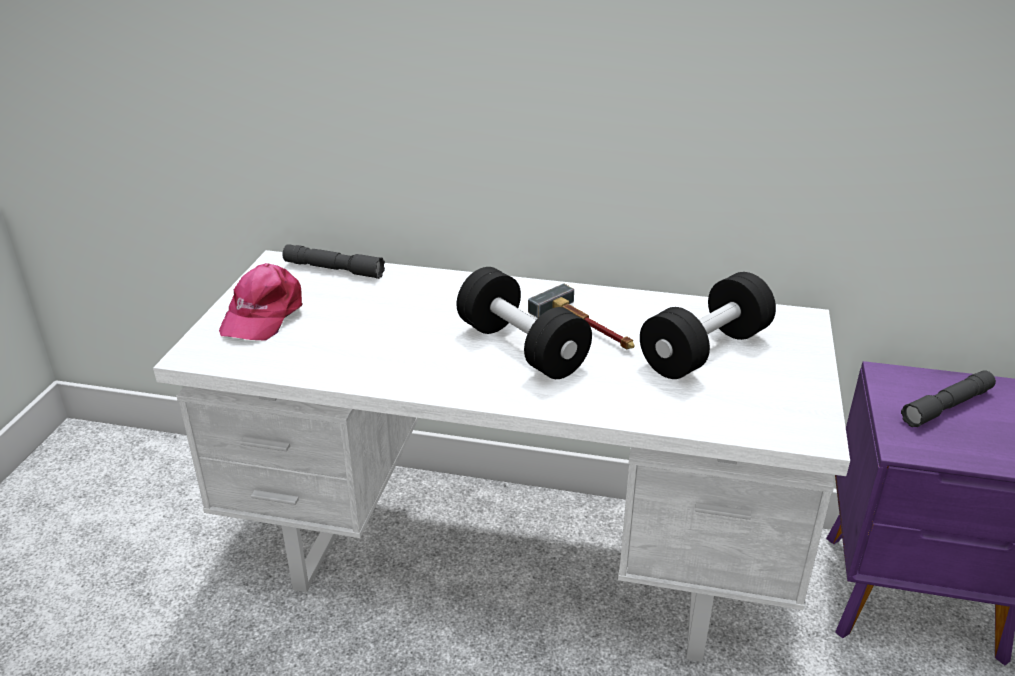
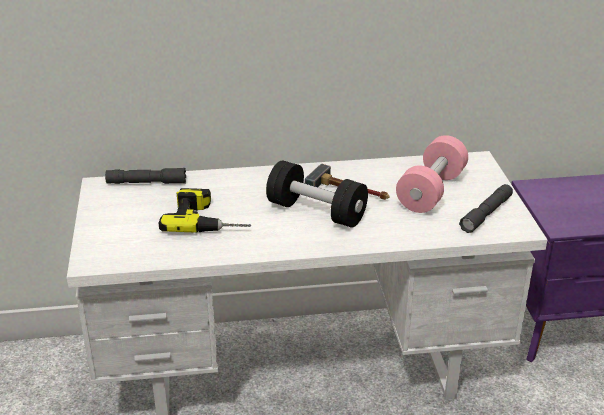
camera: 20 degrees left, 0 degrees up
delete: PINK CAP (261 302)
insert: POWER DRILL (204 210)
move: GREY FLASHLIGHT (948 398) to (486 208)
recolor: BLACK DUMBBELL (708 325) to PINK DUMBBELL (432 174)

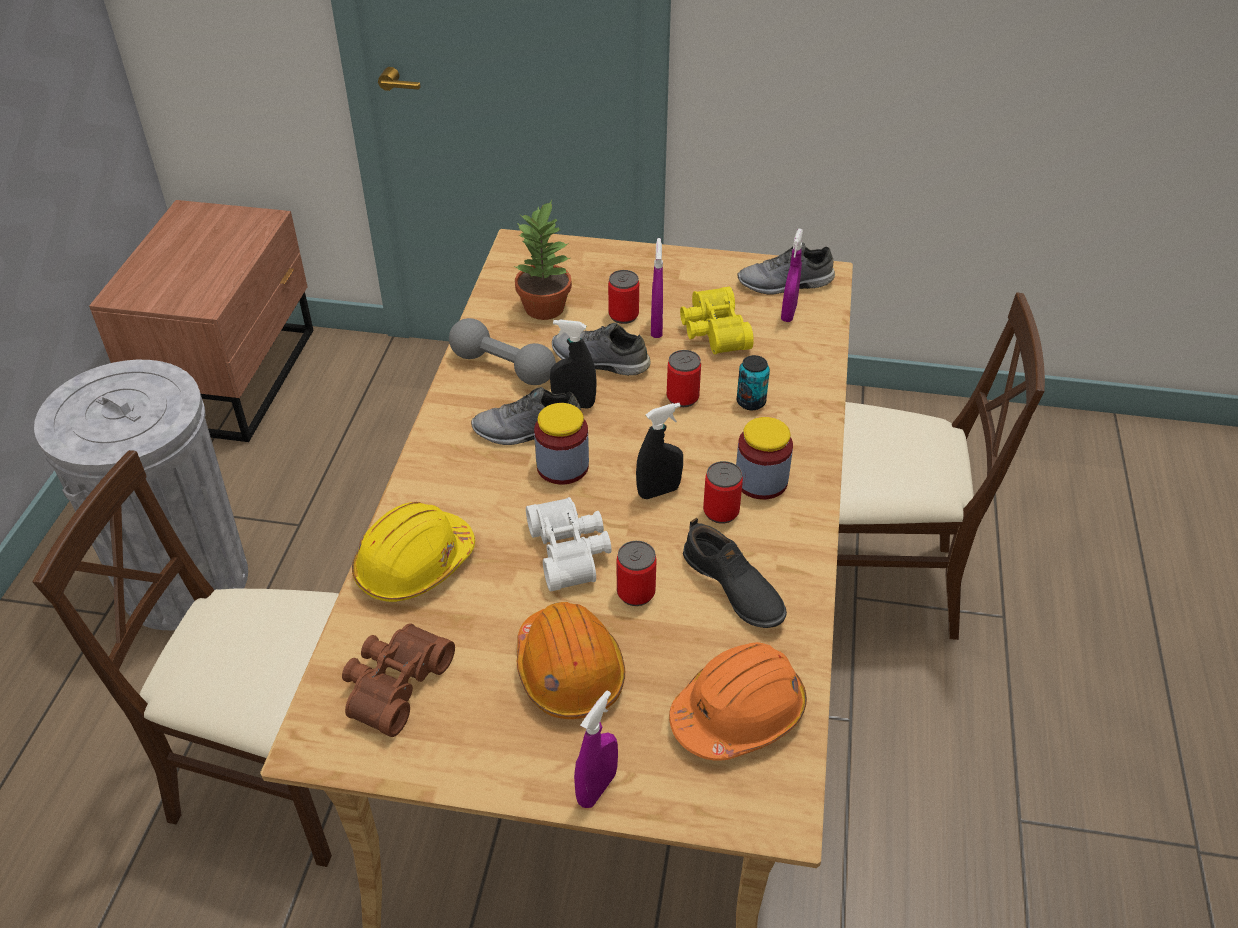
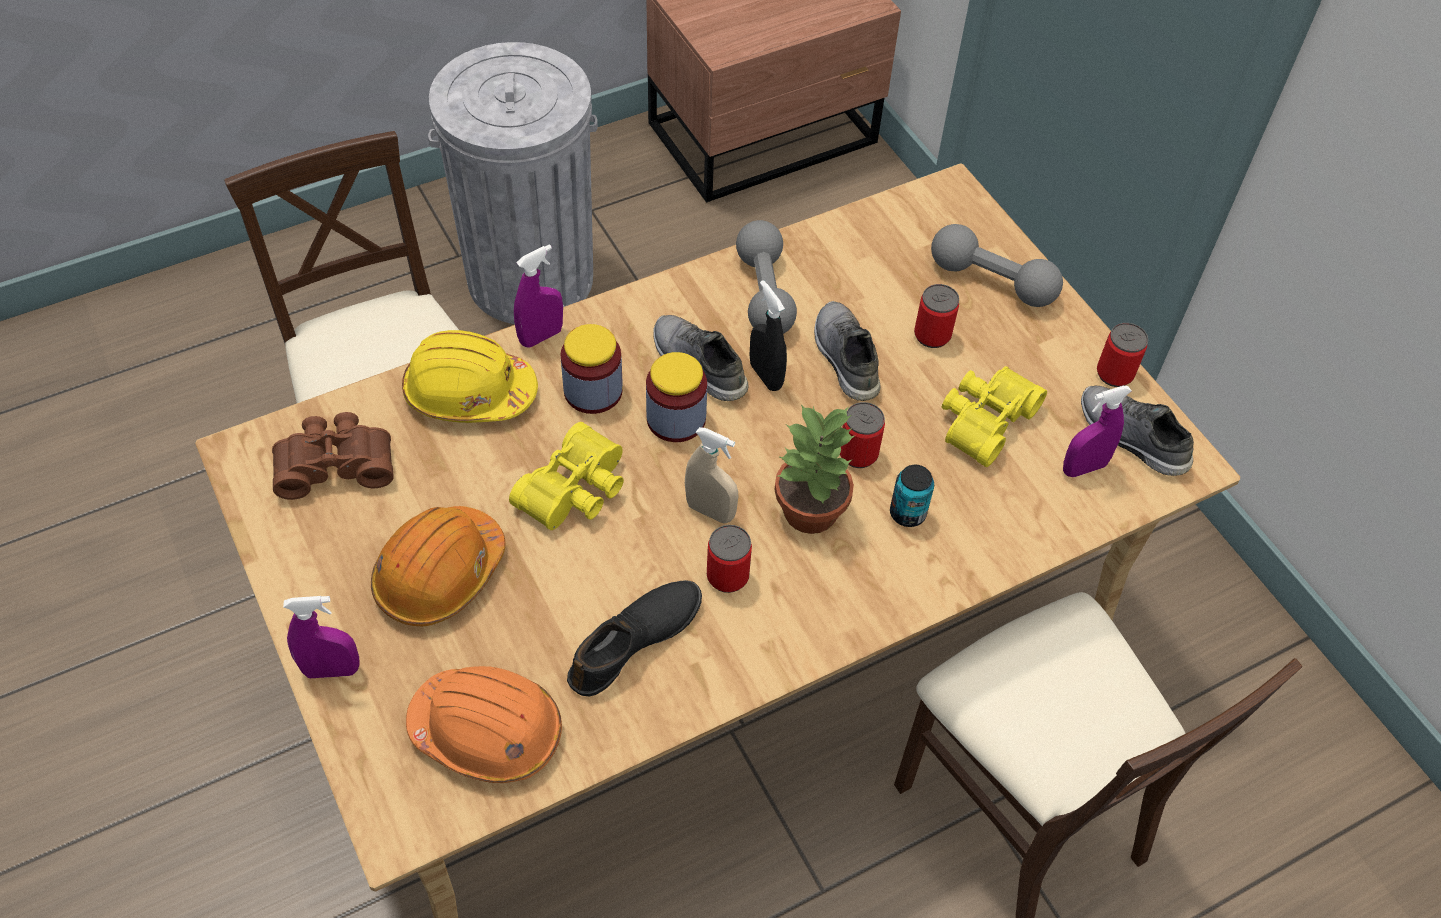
camera: 50 degrees right, 10 degrees up
insert: GREY DUMBBELL (997 265)
move: POTTED PLANT (542 260) to (815 469); CAN (637 573) to (1122 355); PURPLE SPRAY BOTTLE (657 288) to (538 296); JAR (764 458) to (591 369)
recolor: WHITE BINOCULARS (569 544) to YELLOW BINOCULARS (566 476); BLACK SPRAY BOTTLE (659 451) to BEIGE SPRAY BOTTLE (711 475)
rotate: BLACK SHOE (735 573) = (634 638) 150 degrees counterclockwise

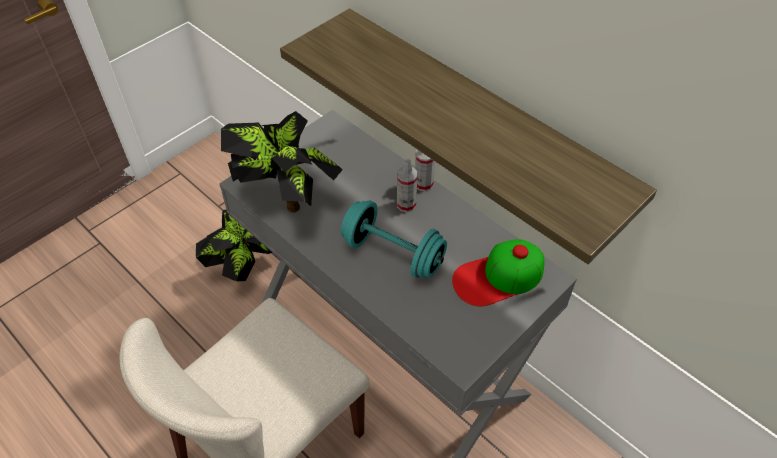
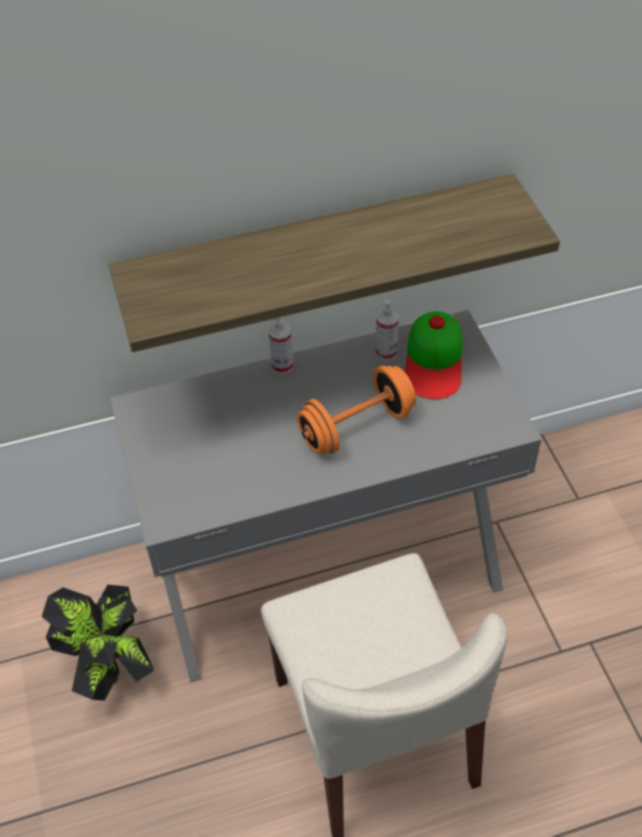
camera: 60 degrees left, 0 degrees up
delete: POTTED PLANT (282 162)
move: SPRAY BOTTLE (407 185) to (387 330)
recolor: TURQUOISE DUMBBELL (394 239) to ORANGE DUMBBELL (356 409)

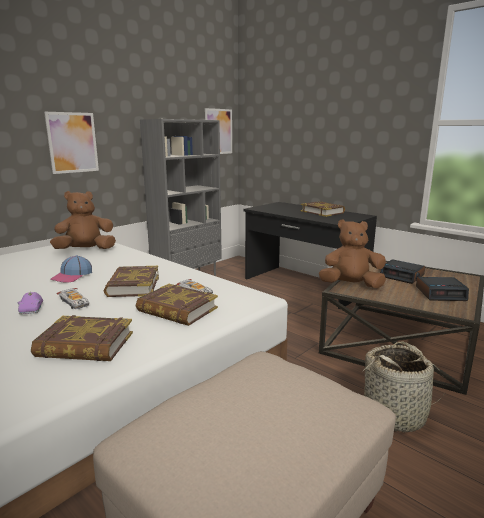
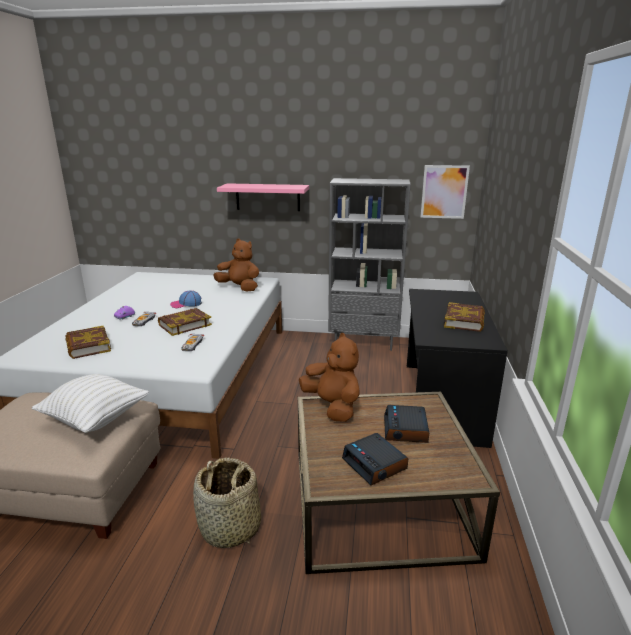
camera: 55 degrees right, 5 degrees up
delete: BOOK (177 305)
insert: WHITE PILLOW (90 403)
replace: PICTURE (71 143) to PINK SHELF (263 197)

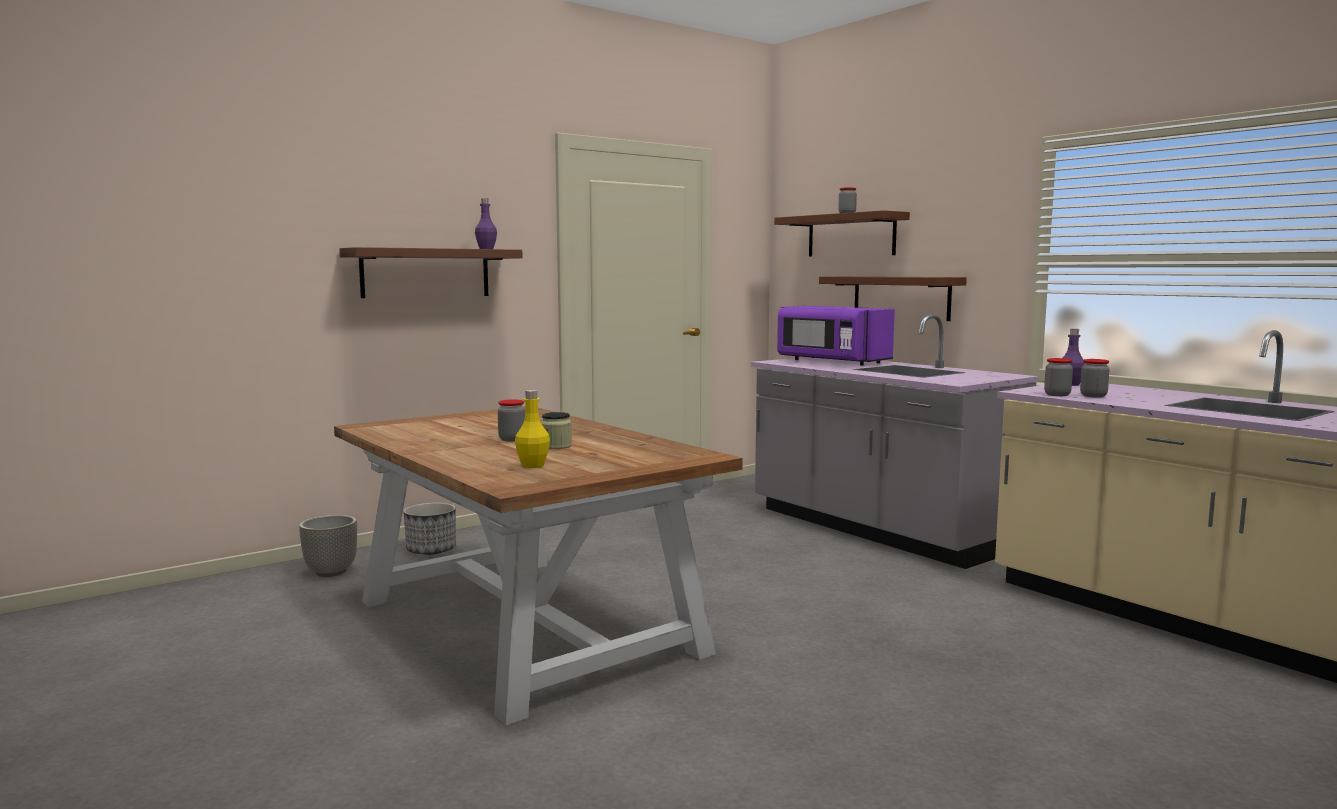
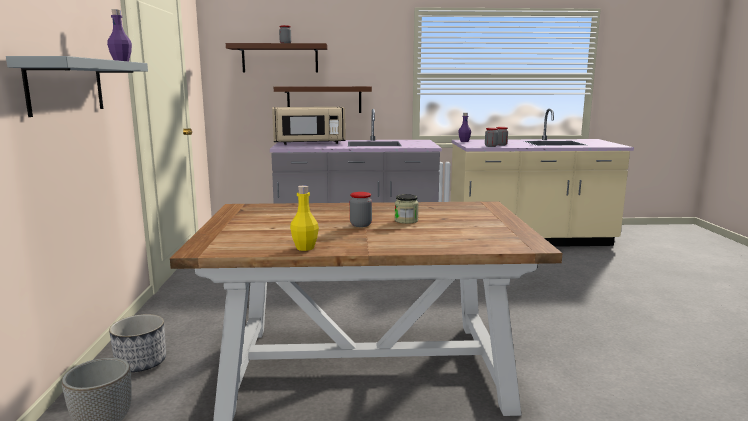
camera: 55 degrees left, 5 degrees up
move: YELLOW BOTTLE (532 429) to (304 218)
recolor: BROWN SHELF (431 272) to GREY SHELF (77 86); PURPLE MICROWAVE (836 336) to BEIGE MICROWAVE (309 126)

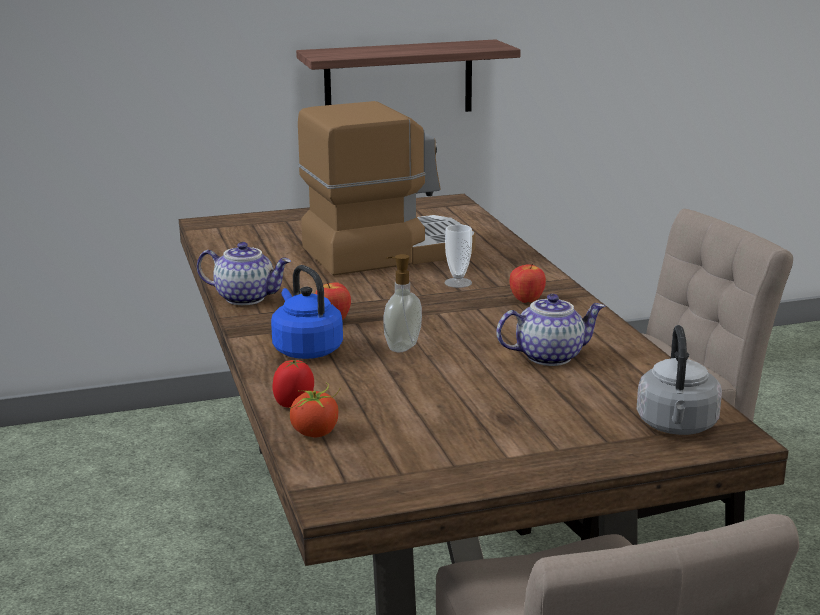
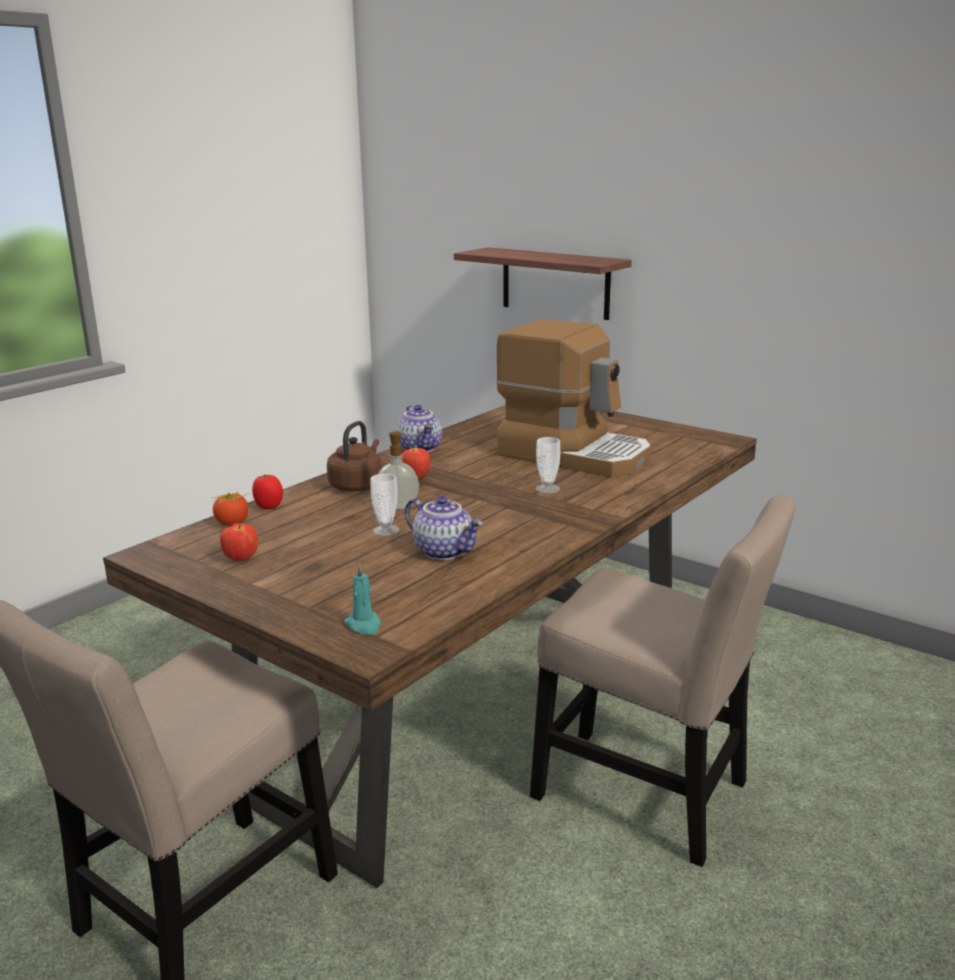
camera: 55 degrees right, 0 degrees up
insert: CUP (385 504)
move: SHELF (408 75) to (543 283); APPLE (528 283) to (239 542)
replace: GREY KETTLE (679 380) to TURQUOISE CANDLE (362 598)
recolor: BLUE KETTLE (307 312) to BROWN KETTLE (354 456)

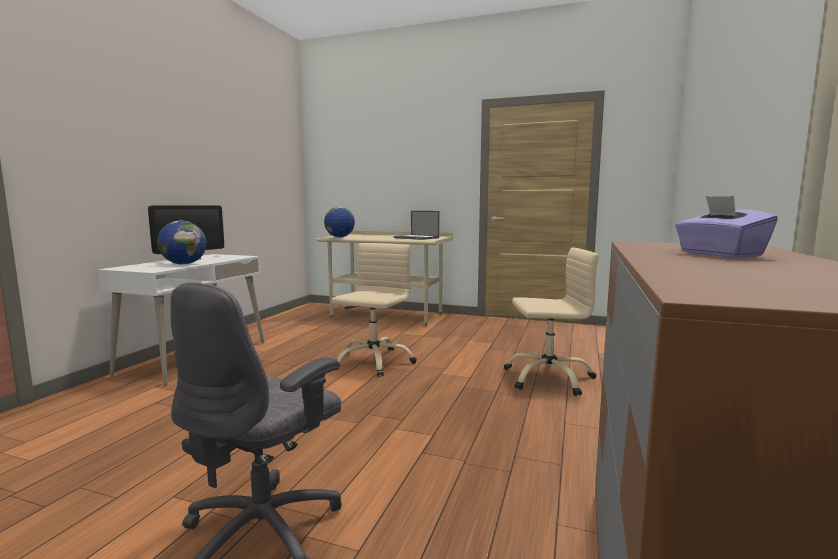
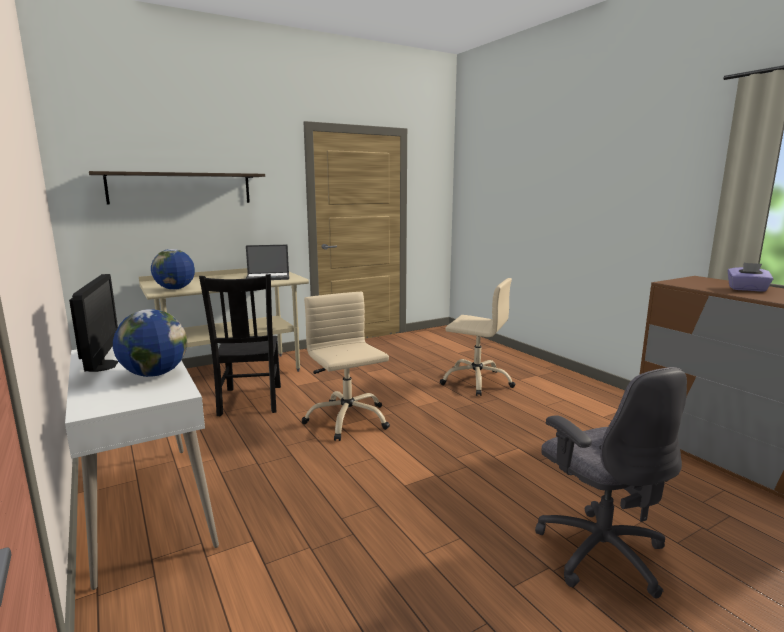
camera: 50 degrees left, 5 degrees up
insert: SHELF (177 188); BLACK CHAIR (240 345)
rotate: BEIGE OFFICE CHAIR (551 321) = (477 337) 75 degrees clockwise

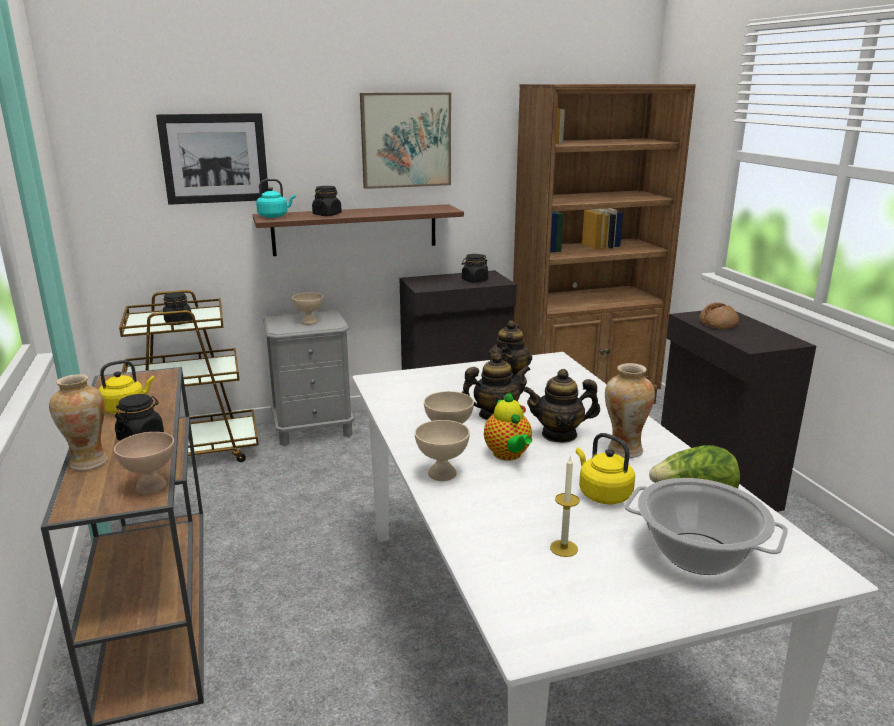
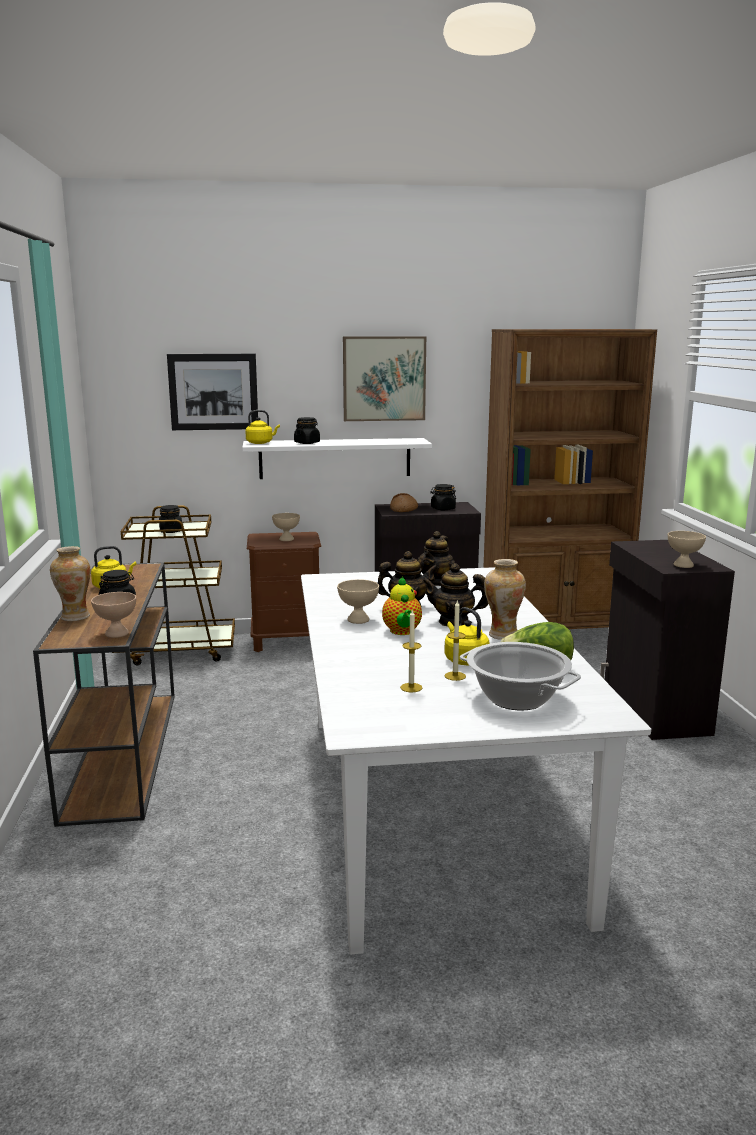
camera: 10 degrees right, 5 degrees down
insert: CANDLE (455 640)
move: BEIGE BOWL (442 450) to (687 549); BREAD (719 316) to (404 502)
recolor: BROWN SHELF (358 230) to WHITE SHELF (337 458); TURQUOISE KETTLE (276 198) to YELLOW KETTLE (263 427); GREY NIGHTSTAND (308 378) to BROWN NIGHTSTAND (284 592)

